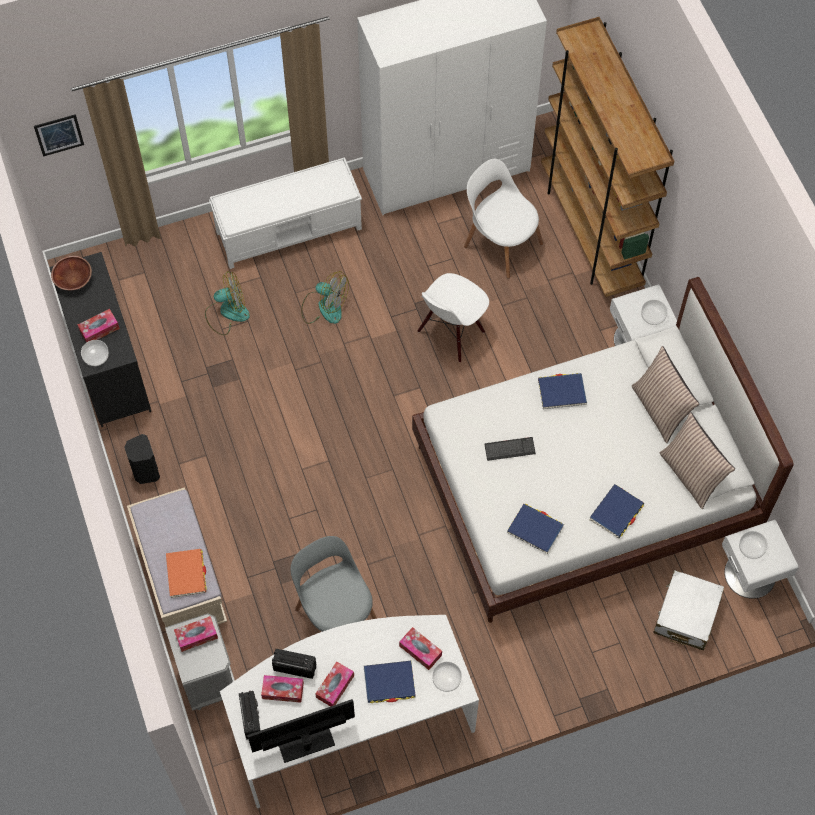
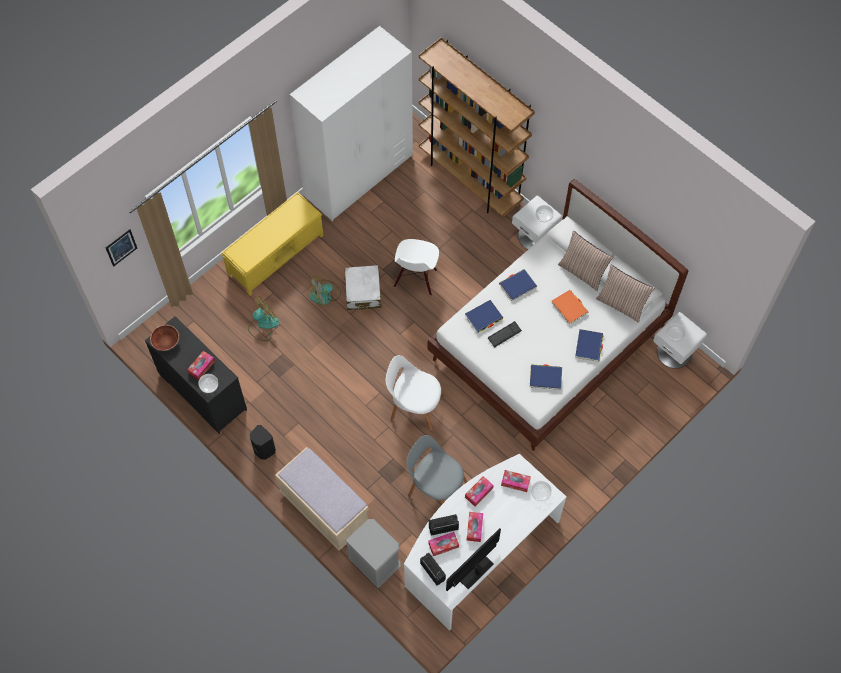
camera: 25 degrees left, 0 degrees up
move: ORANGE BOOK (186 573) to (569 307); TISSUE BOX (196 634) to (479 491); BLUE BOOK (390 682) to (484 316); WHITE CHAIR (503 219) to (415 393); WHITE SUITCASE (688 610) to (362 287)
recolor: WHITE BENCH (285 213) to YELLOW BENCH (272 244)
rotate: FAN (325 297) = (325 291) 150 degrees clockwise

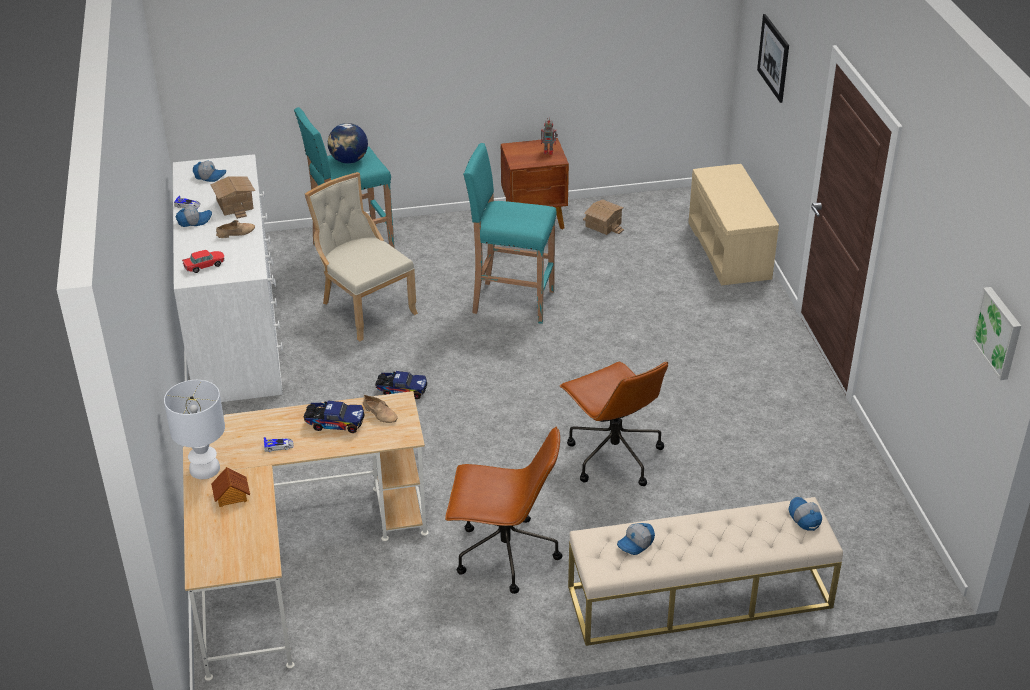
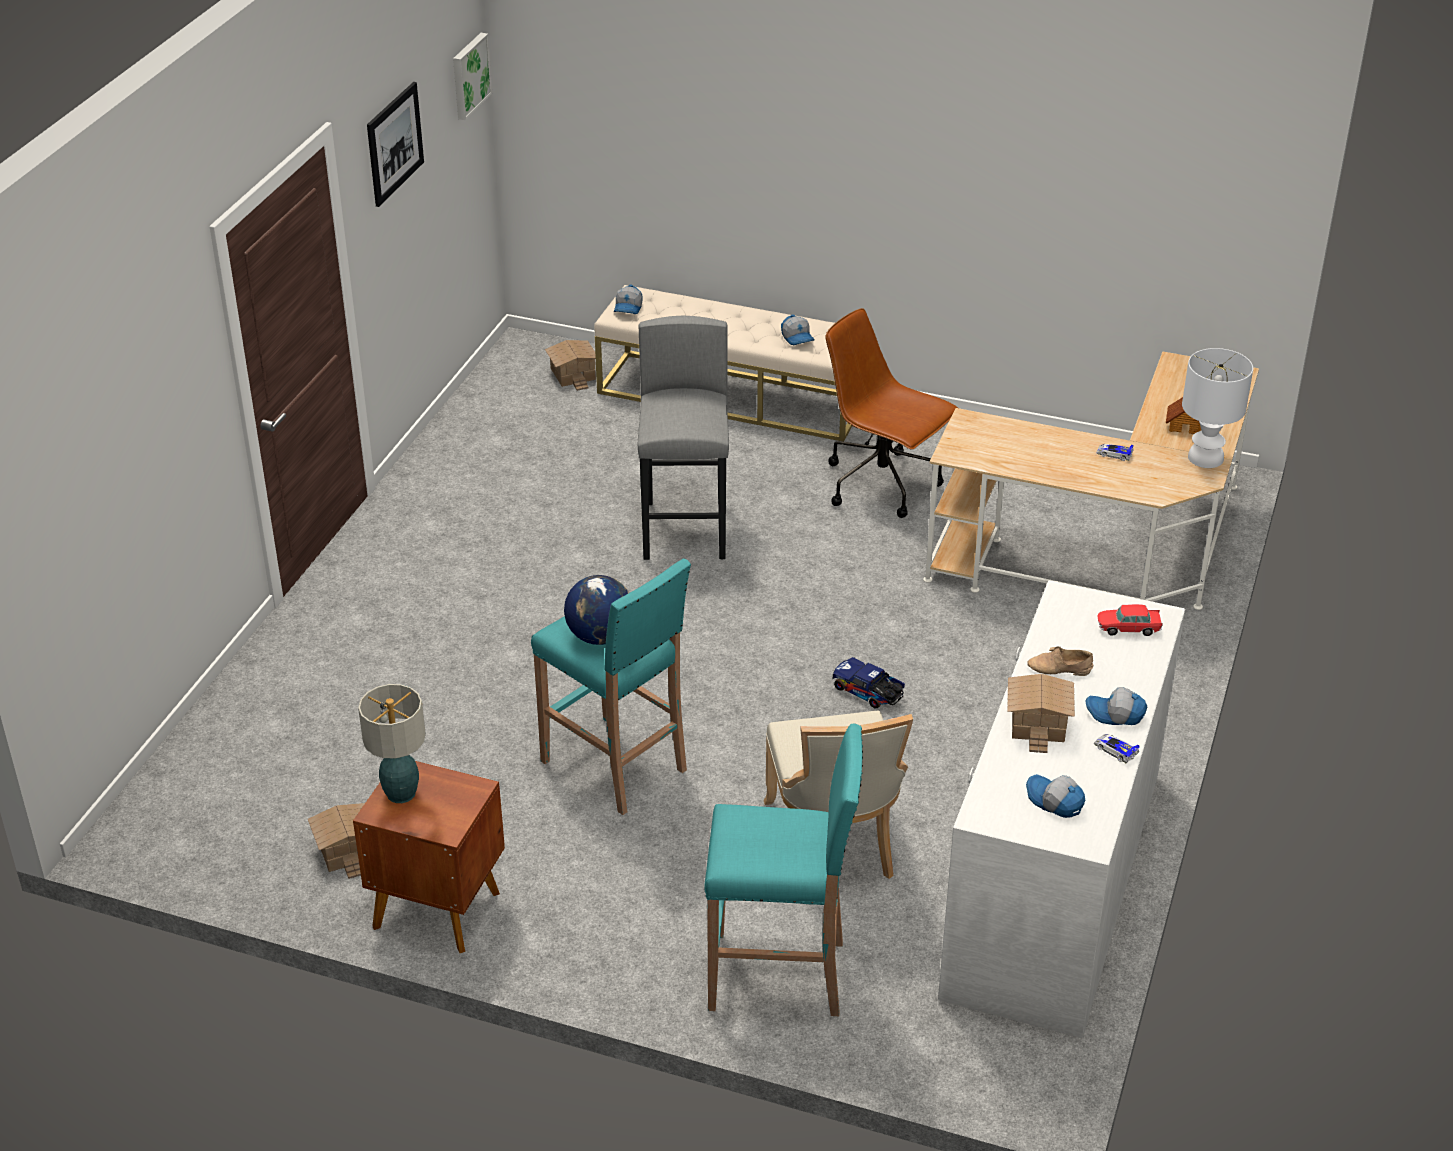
camera: 150 degrees left, 0 degrees up
delete: TOY TRUCK (334 417); BEIGE SHOE (380 409); BEIGE BENCH (733 224)
insert: TOY HOUSE (570 365)
move: GLOBE (348 143) to (596 610); PICTURE (773 58) to (395 144)
replace: TOY ROBOT (549 137) to TABLE LAMP (392 743); BROWN OFFICE CHAIR (614 424) to GREY STOOL (683 438)
rotate: CAP (636 539) = (798 329) 75 degrees clockwise

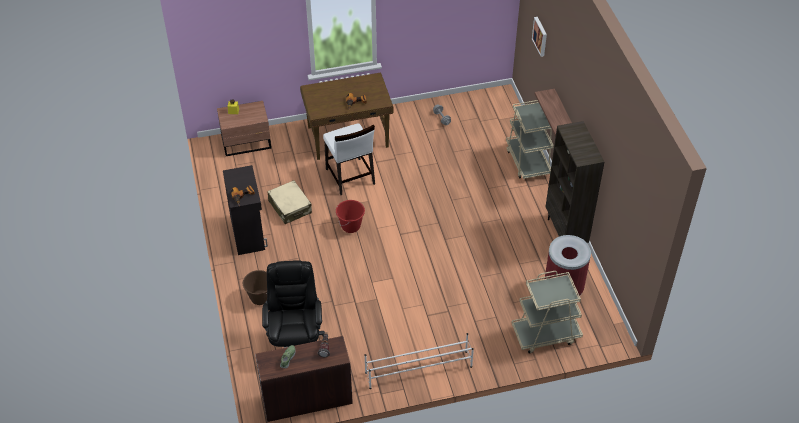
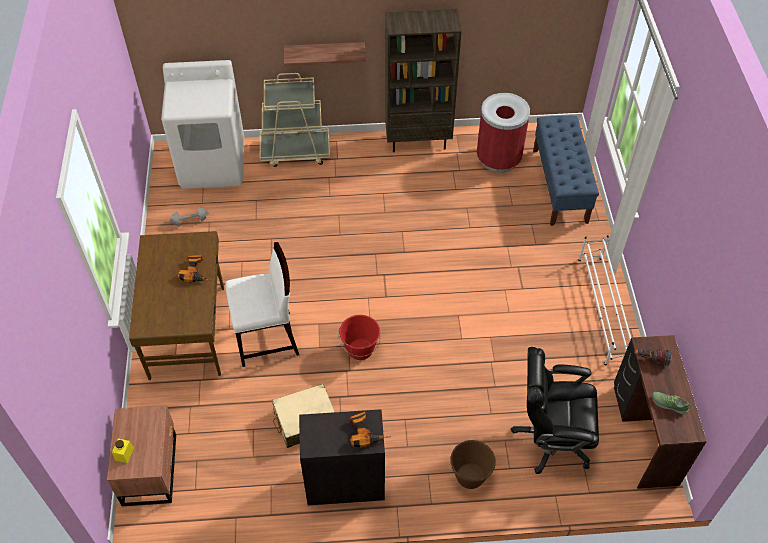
camera: 80 degrees left, 5 degrees up
delete: PICTURE (539 37)
insert: WHITE WASHING MACHINE (202 124)
replace: BEIGE CART (547 312) to BLUE BENCH (566 170)

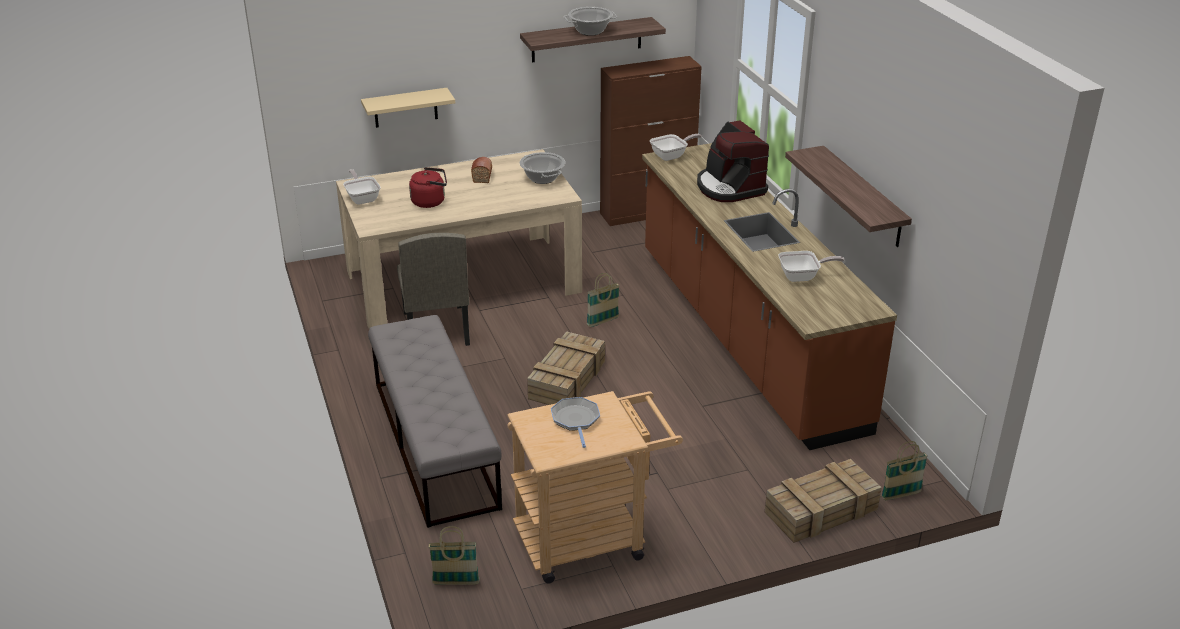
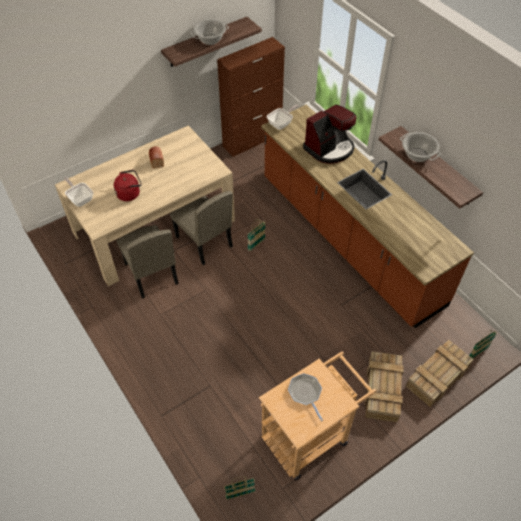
camera: 15 degrees left, 20 degrees up
delete: BEIGE SHELF (408 108); GREY BENCH (435 421); FRYING PAN (811 266)
insert: BEIGE CHAIR (201 228)
move: COOKING POT (542 168) to (420 147); CRATE (566 368) to (384 386)
rotate: COFFEE MACHINE (733 161) = (330 134) 90 degrees counterclockwise

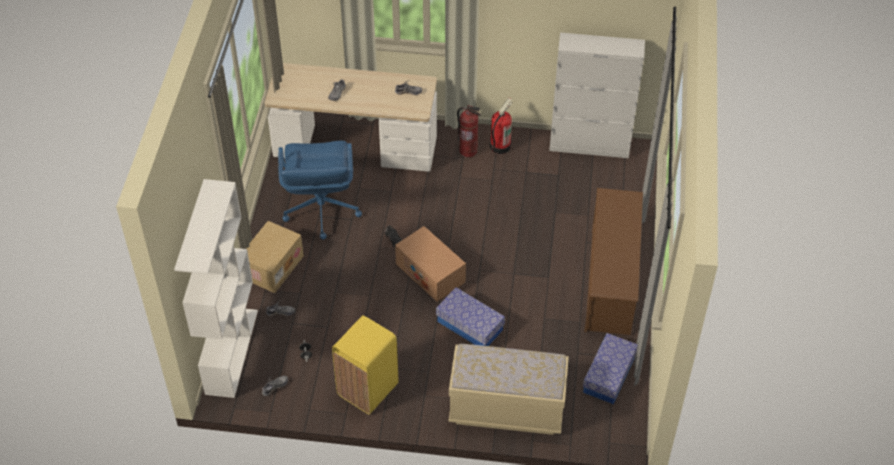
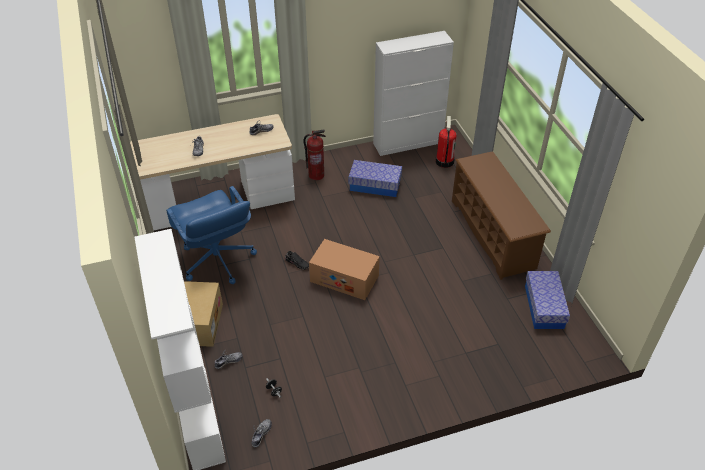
camera: 25 degrees left, 5 degrees down
delete: YELLOW TRASH CAN (365 365); BEIGE BENCH (508 389)
move: STORAGE BOX (470 316) to (375 178); FIRE EXTINGUISHER (501 126) to (446 142)

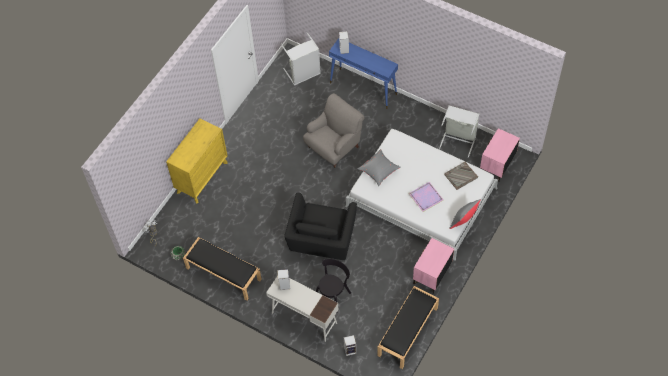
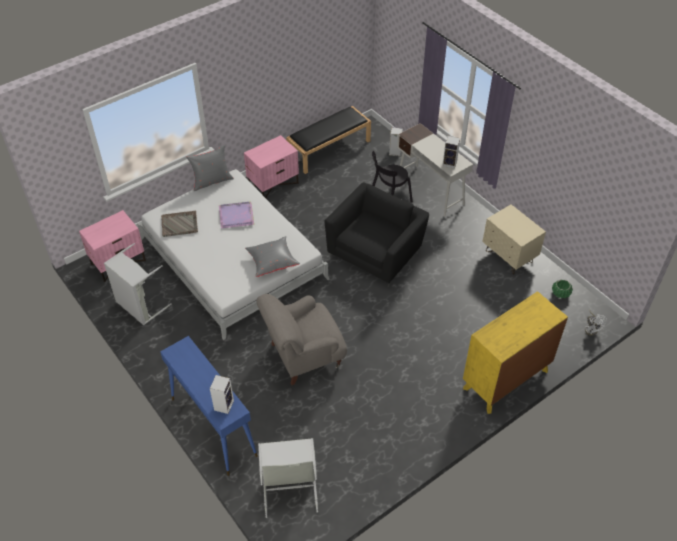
camera: 160 degrees left, 10 degrees down
replace: BLACK BENCH (222 269) to BEIGE NIGHTSTAND (514 239)

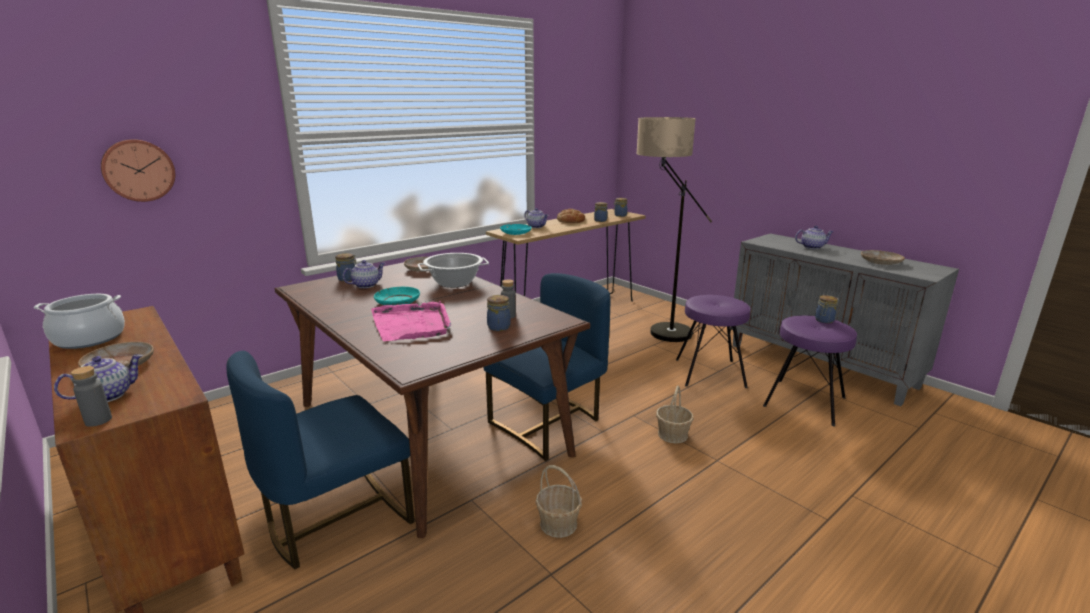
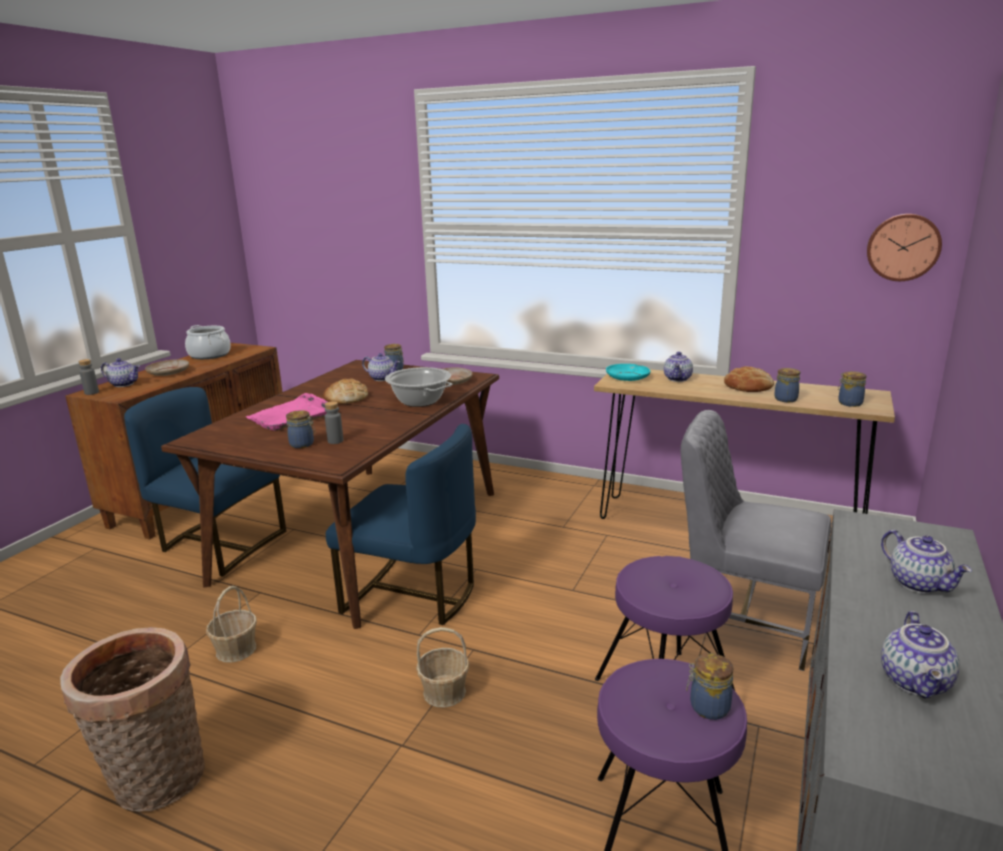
camera: 65 degrees right, 0 degrees up
insert: BASKET (132 719)
move: WALL CLOCK (138 170) to (904 247)
replace: TURQUOISE PLATE (397 296) to BREAD (345 391); FLOOR LAMP (674 229) to GREY CHAIR (756 540); BEIGE PLATE (883 257) to TEAPOT (920 654)

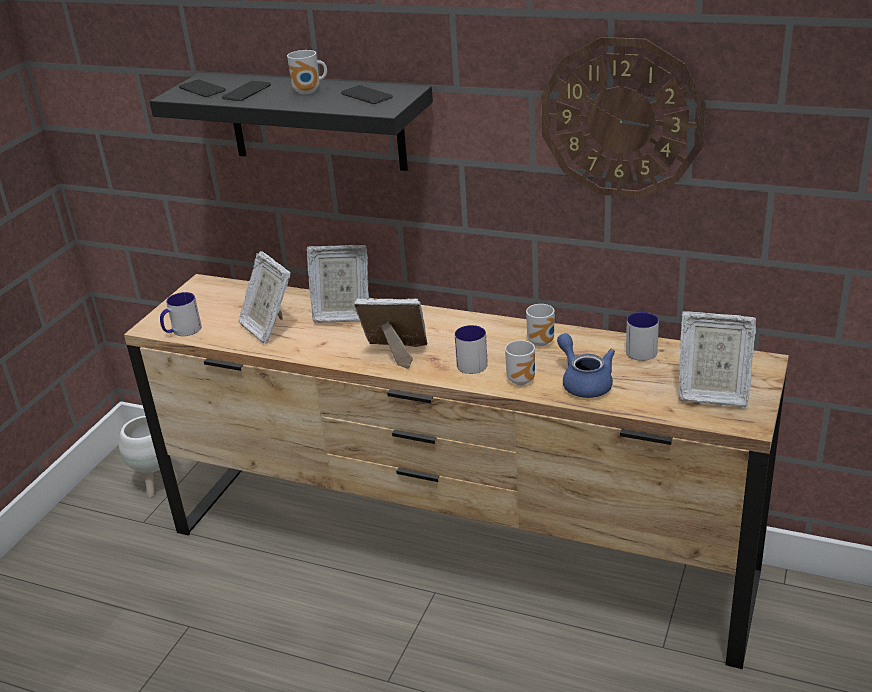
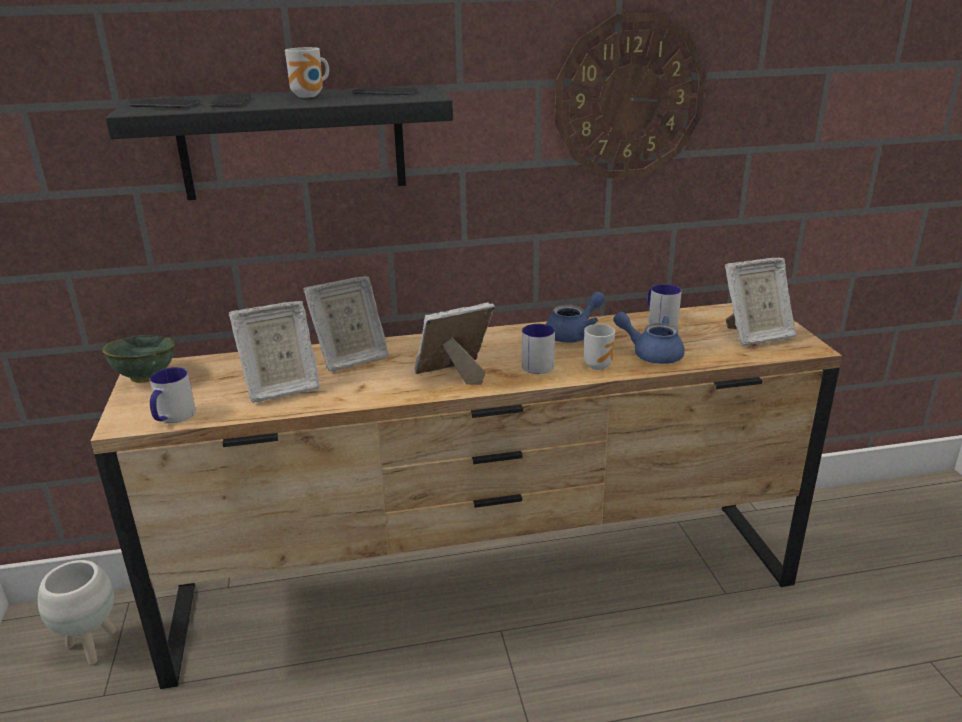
camera: 35 degrees left, 5 degrees down
insert: GREEN BOWL (139 359)
replace: MUG (540 325) to BLUE TEAPOT (575 317)
rotate: PICTURE FRAME (265 297) = (274 352) 45 degrees counterclockwise

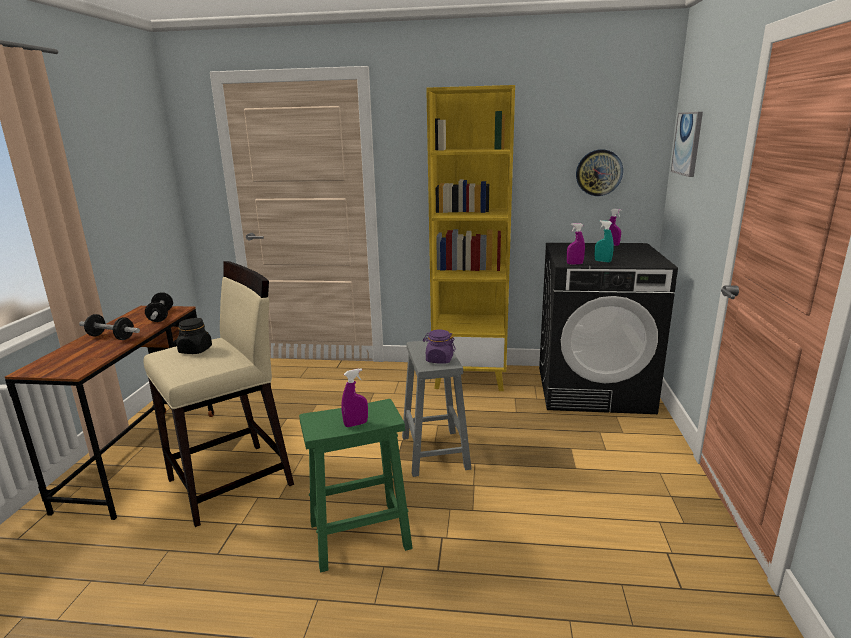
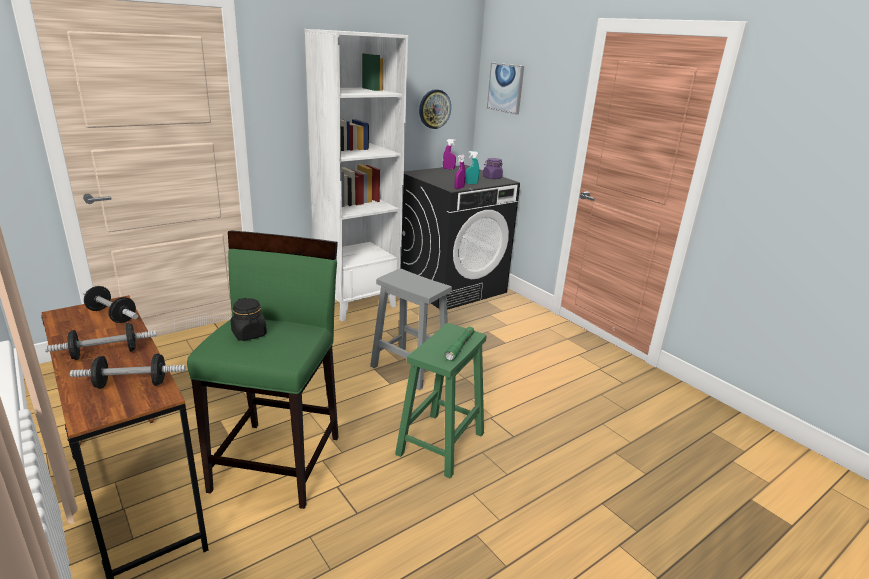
camera: 45 degrees left, 5 degrees up
insert: DUMBBELL (128 371)
move: PURPLE JAR (439 347) to (493 168)
replace: PURPLE SPRAY BOTTLE (355 397) to GREEN FLASHLIGHT (459 343)
recolor: BEIGE STOOL (218 394) to GREEN STOOL (263 369); YELLOW BOOKCASE (470 238) to WHITE BOOKCASE (356 175)

